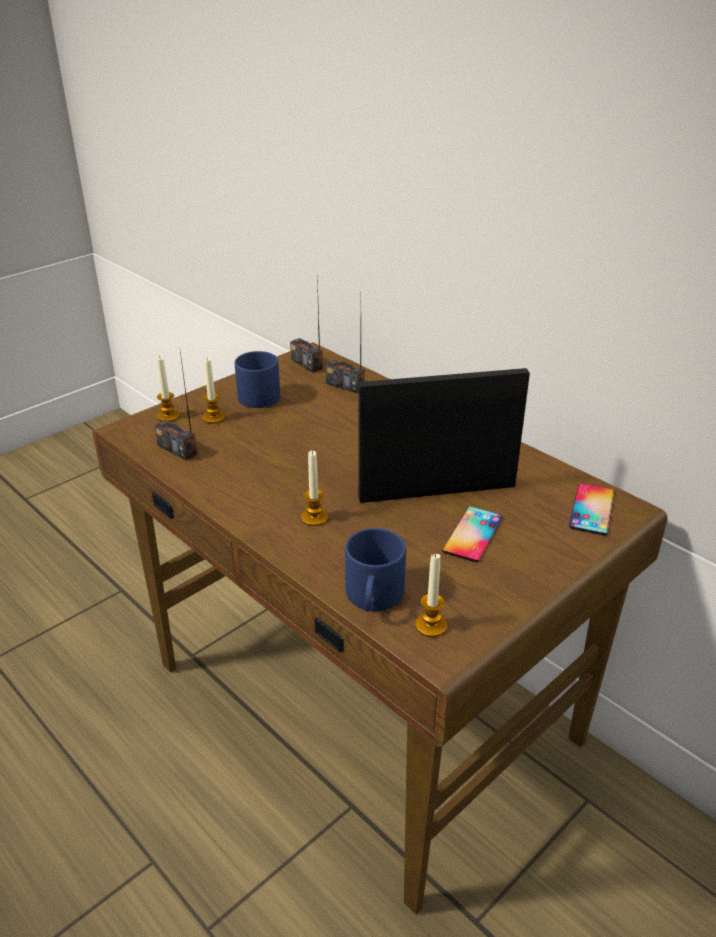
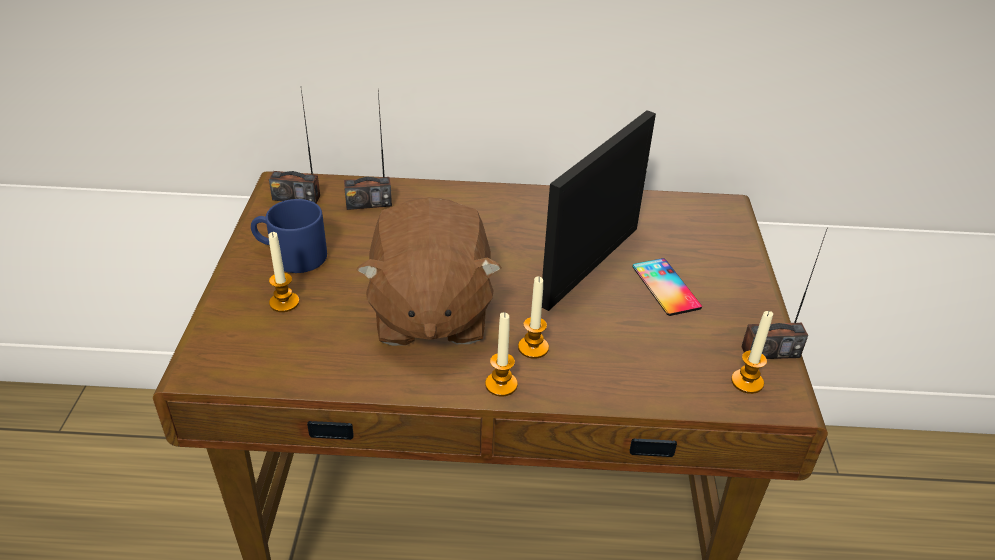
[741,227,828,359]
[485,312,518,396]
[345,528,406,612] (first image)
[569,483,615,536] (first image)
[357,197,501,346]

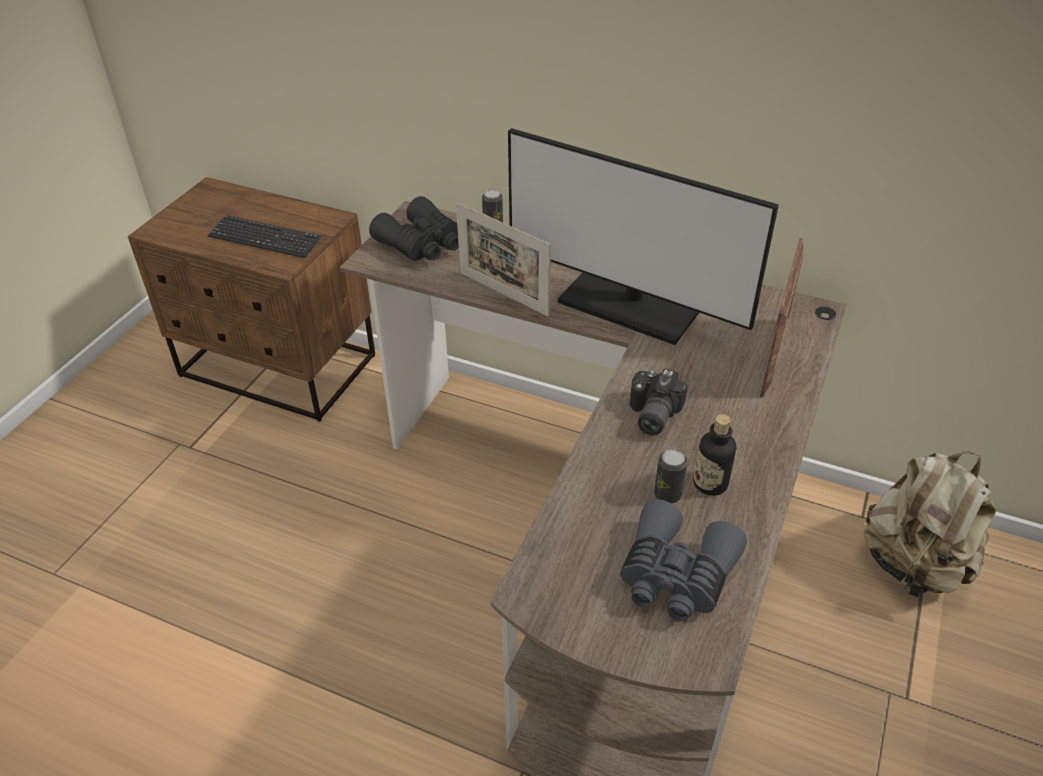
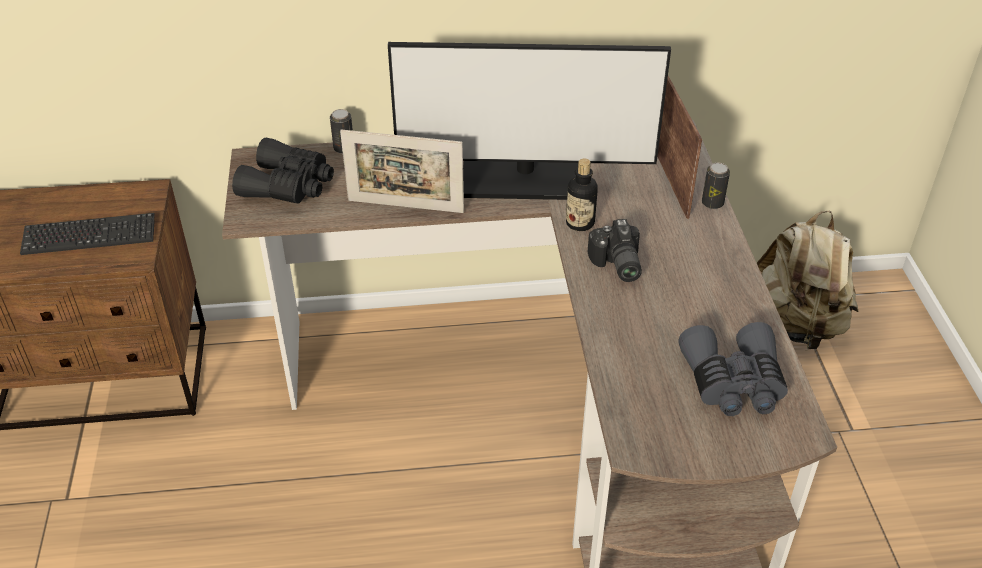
[702,163,730,209]
[566,159,598,231]

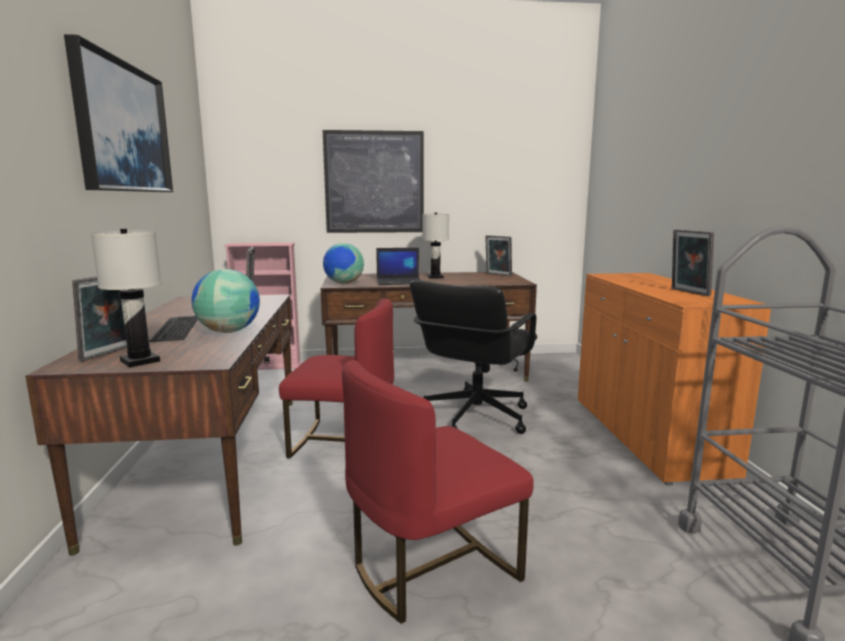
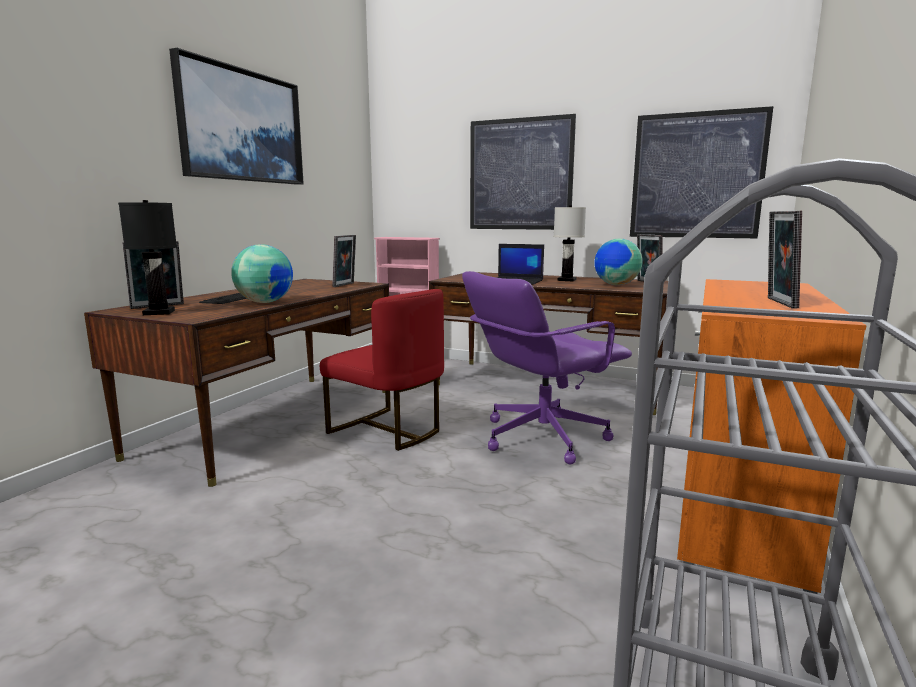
[118,200,177,315]
[594,238,643,285]
[342,360,534,624] (first image)
[462,271,632,465]
[630,106,773,238]

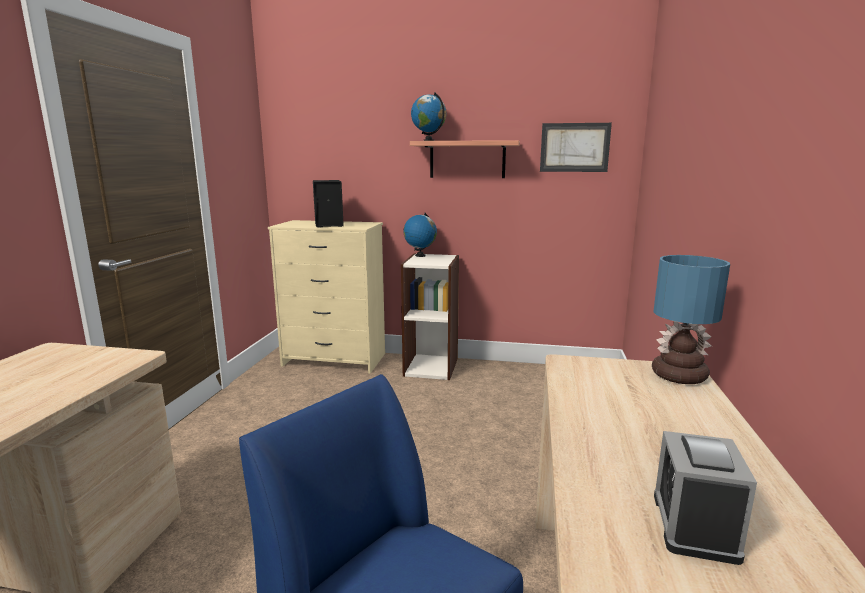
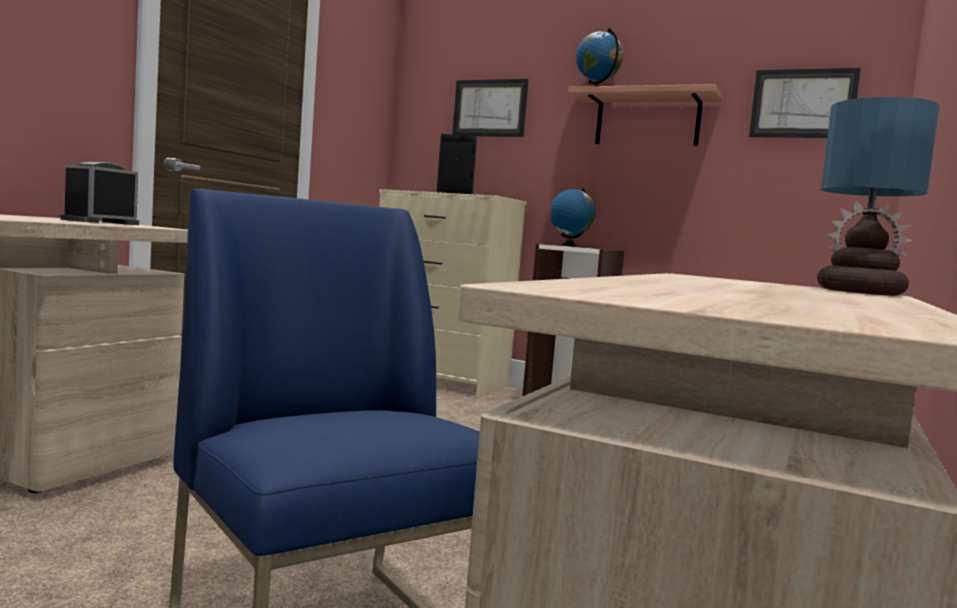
[60,162,139,225]
[452,79,529,137]

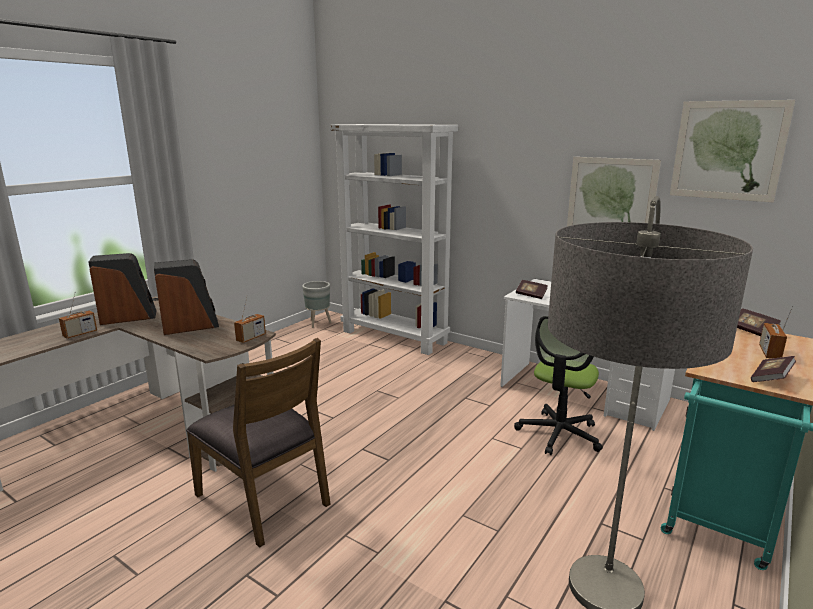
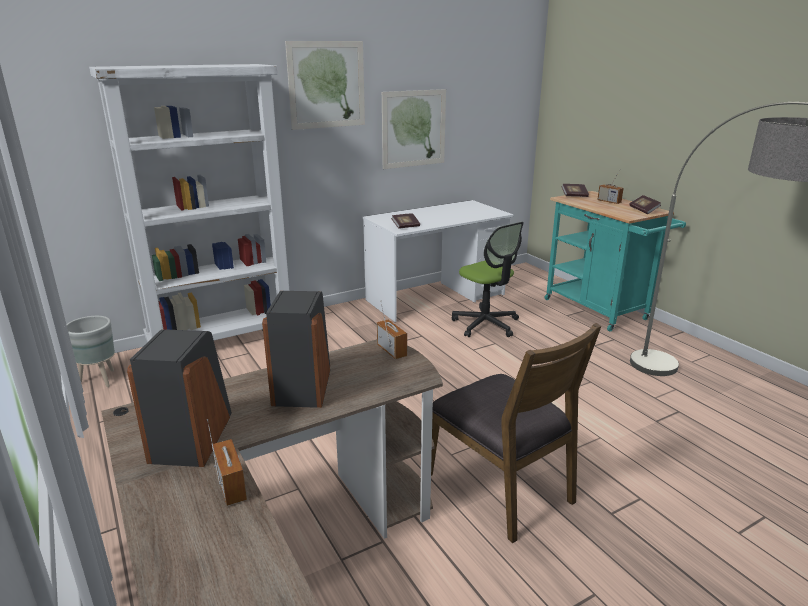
[431,323,601,543]
[285,41,365,130]

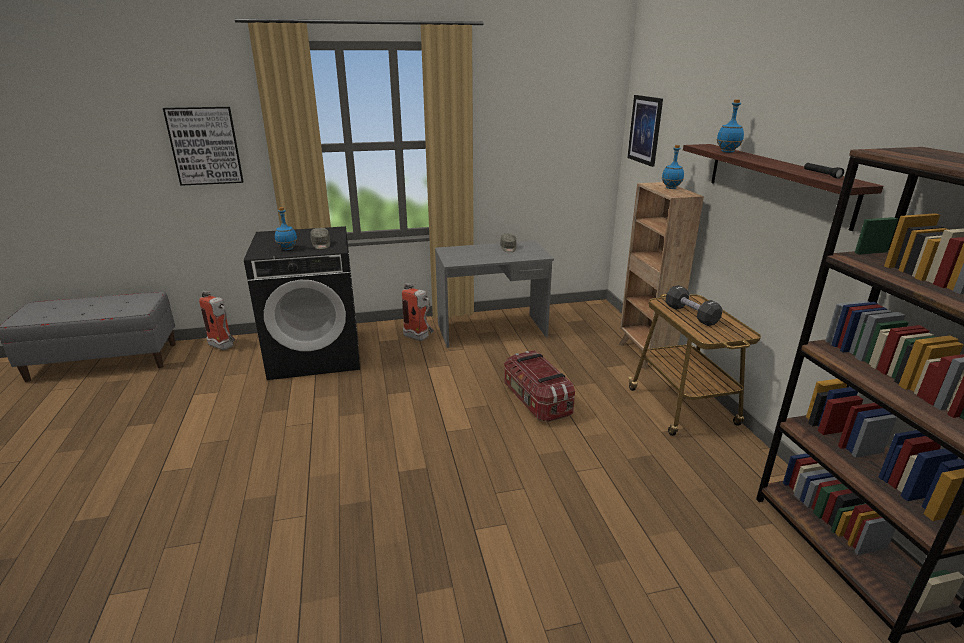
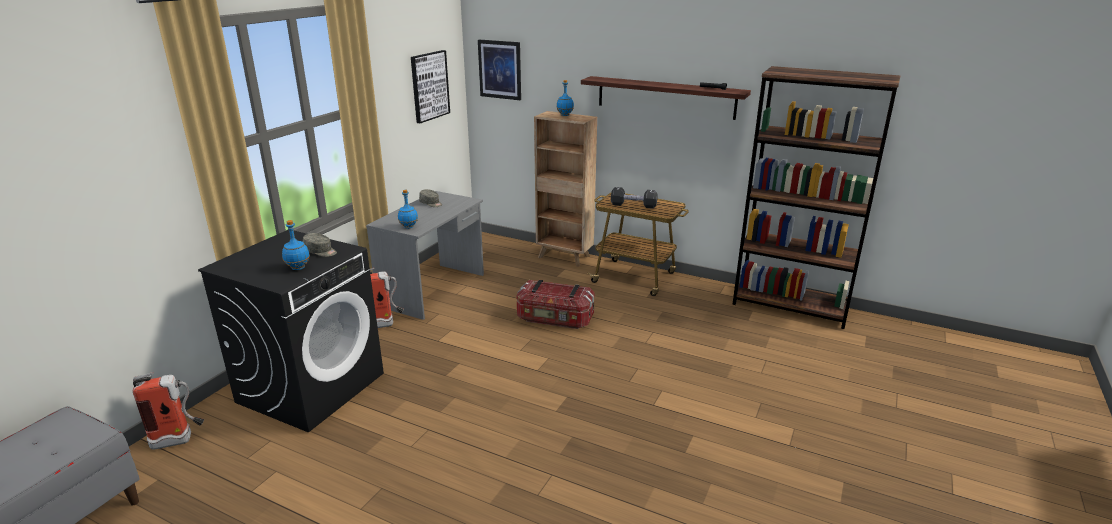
[411,50,450,123]
[398,190,418,229]

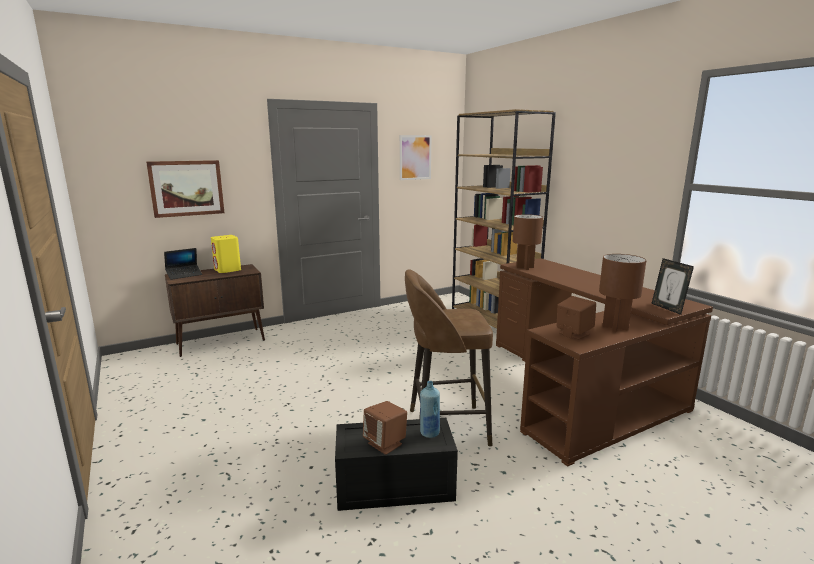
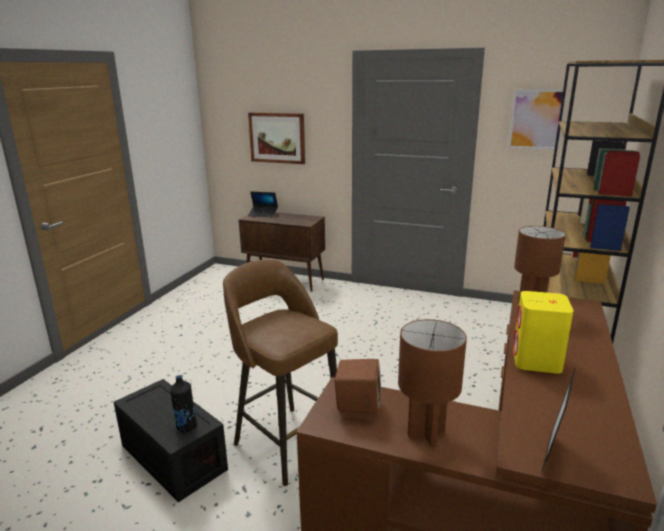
[513,291,573,374]
[363,401,407,455] (first image)
[170,375,197,432]

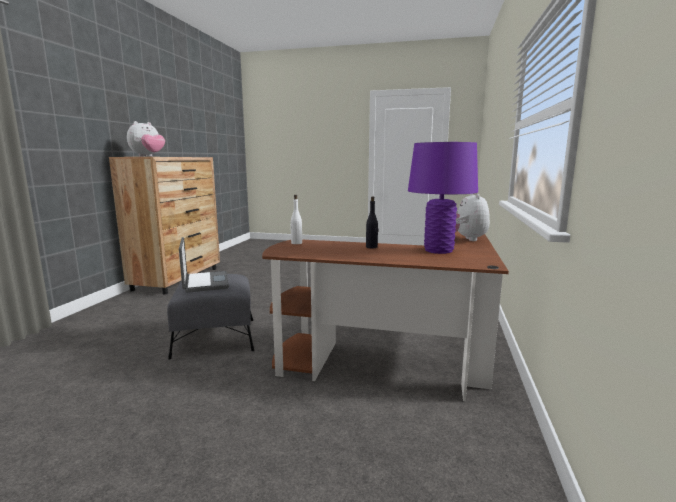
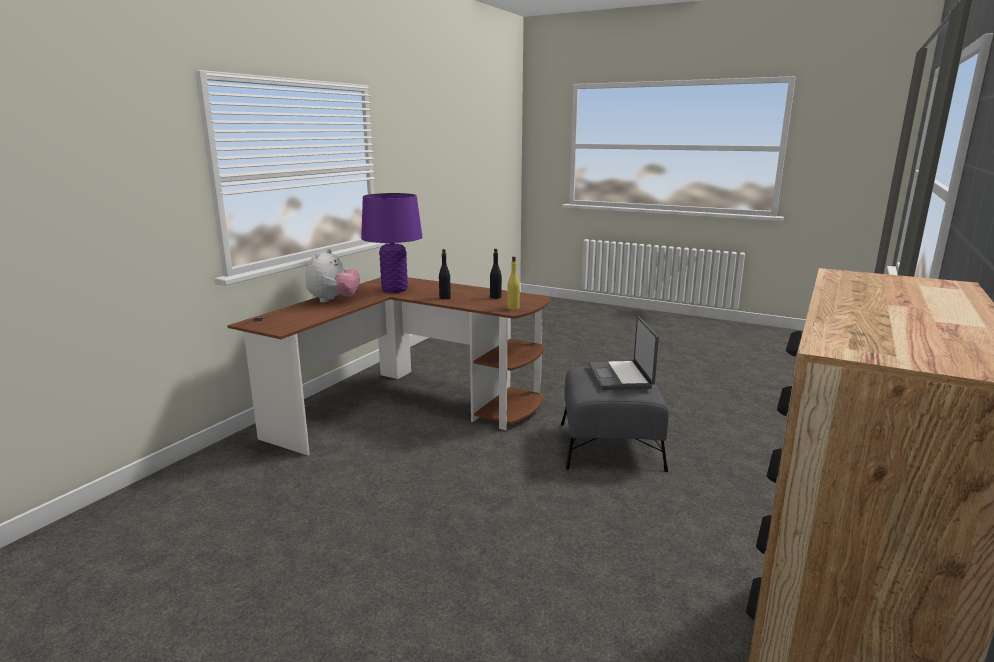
[127,121,165,157] (first image)
[507,257,520,310]
[490,249,502,299]

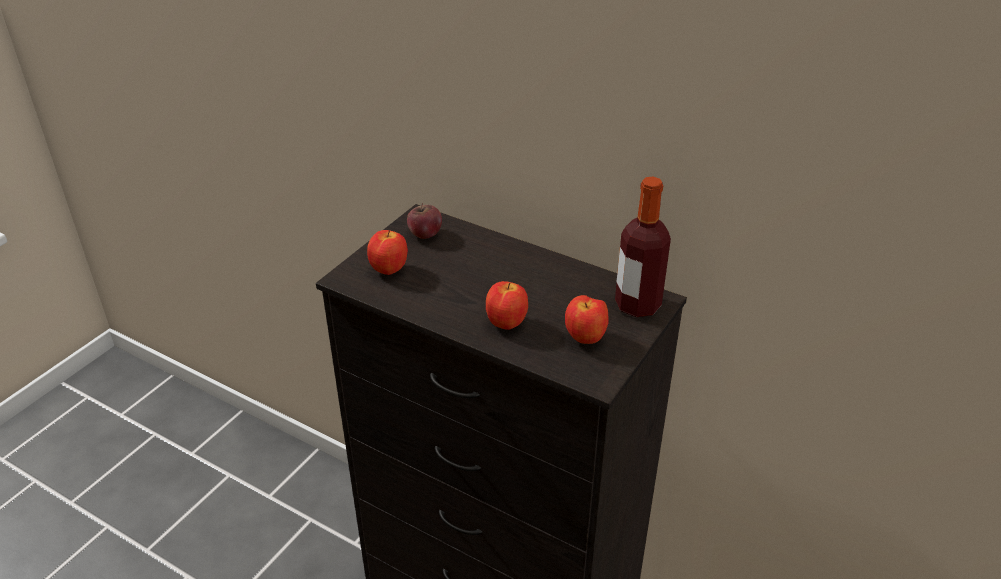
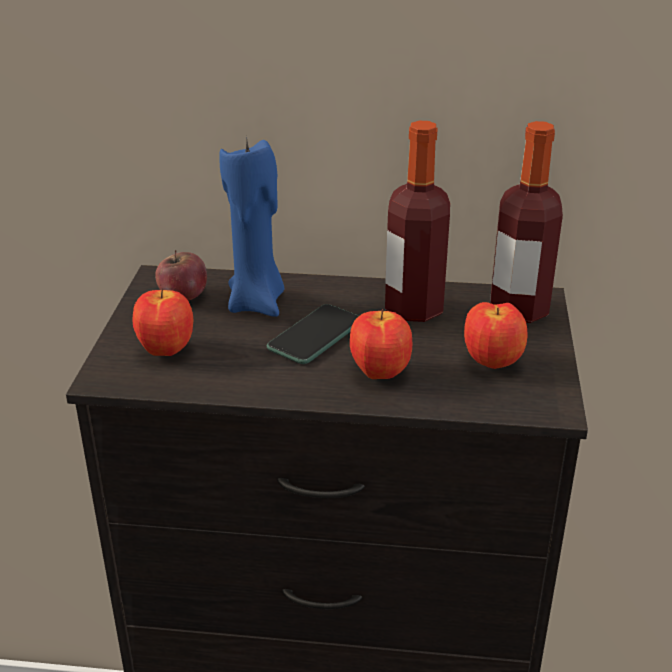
[219,136,284,317]
[267,304,359,364]
[385,121,450,322]

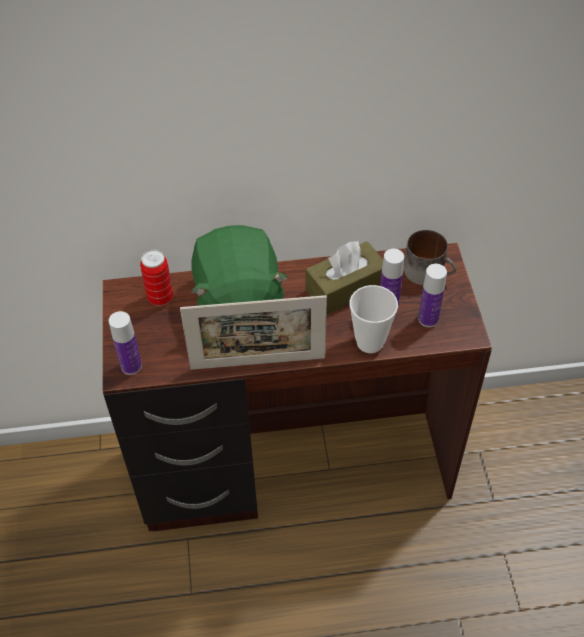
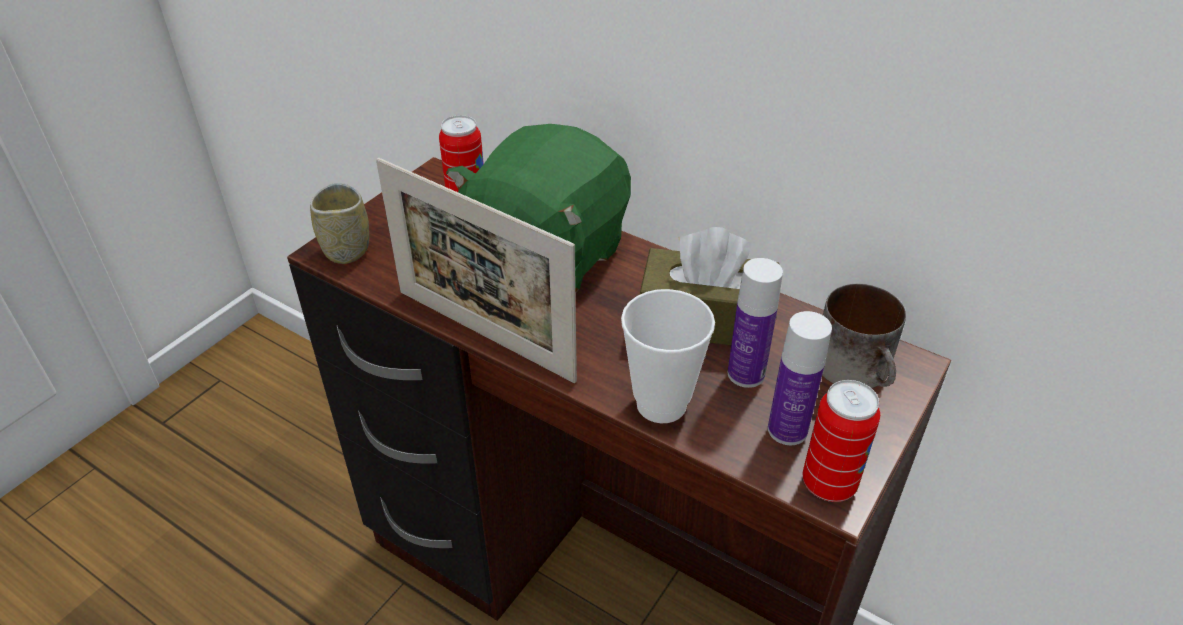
[310,183,369,264]
[803,380,880,502]

